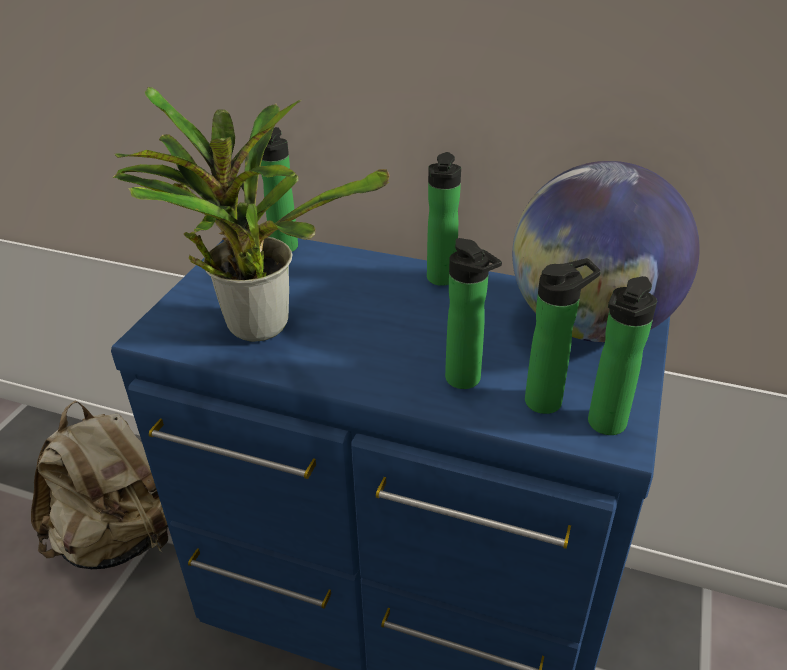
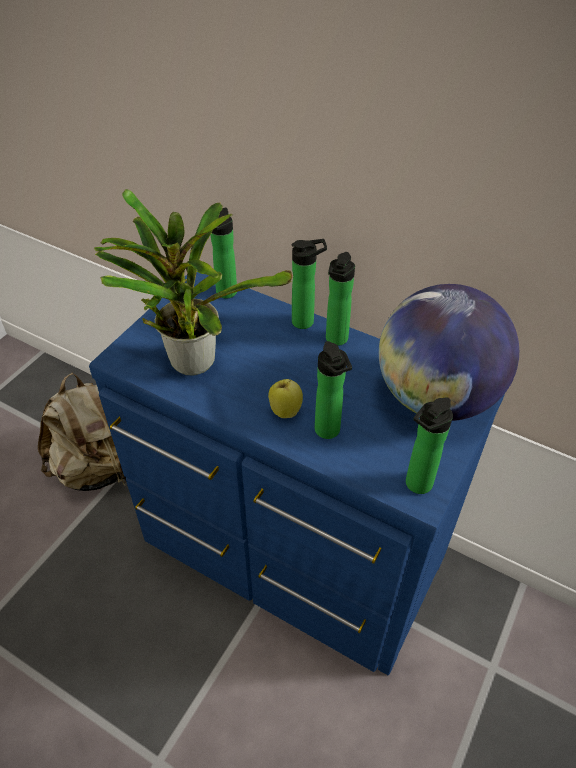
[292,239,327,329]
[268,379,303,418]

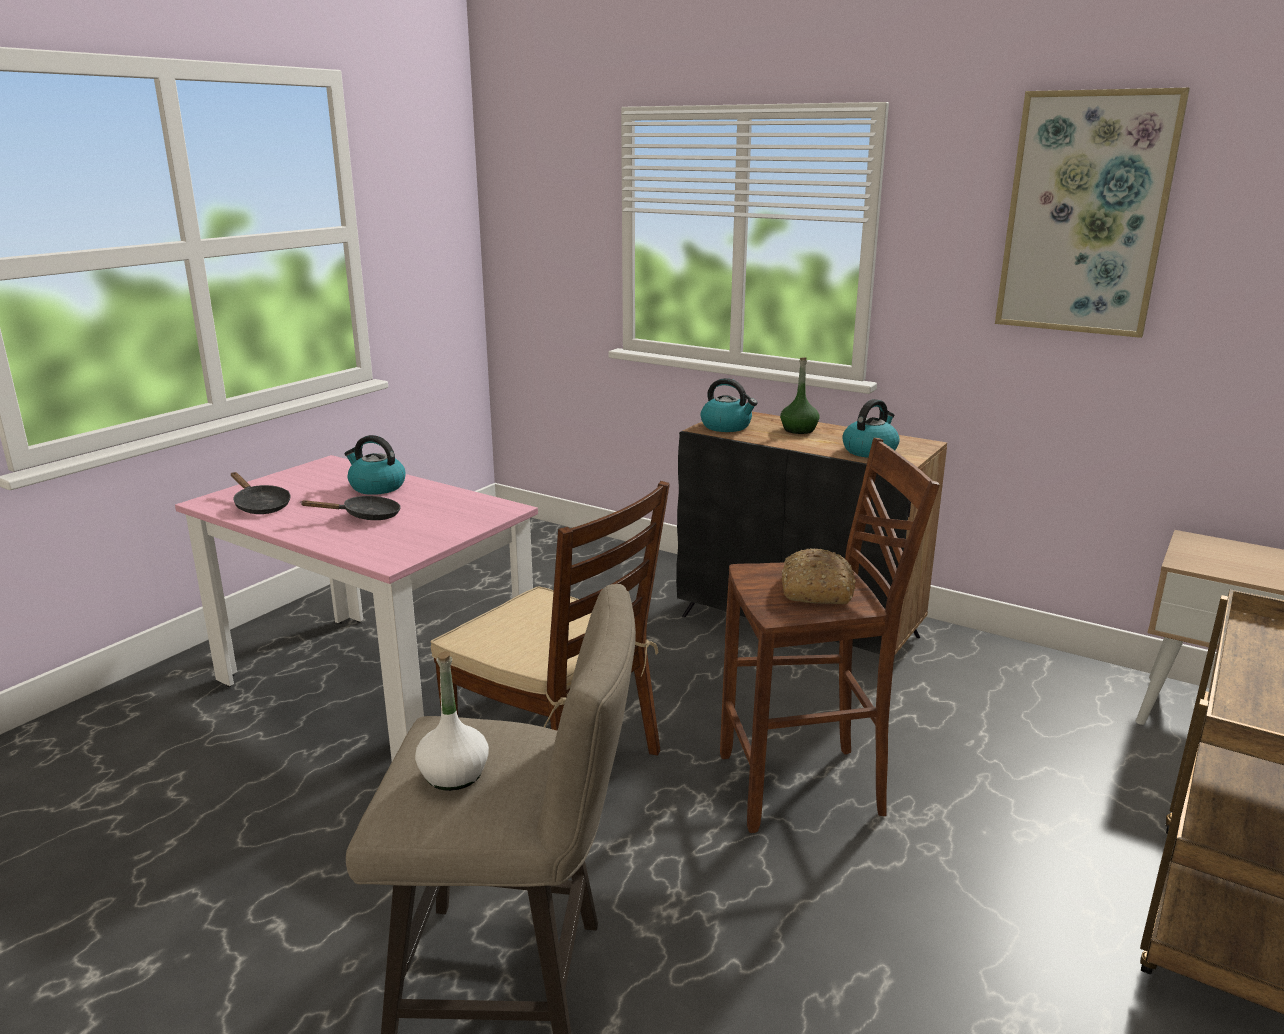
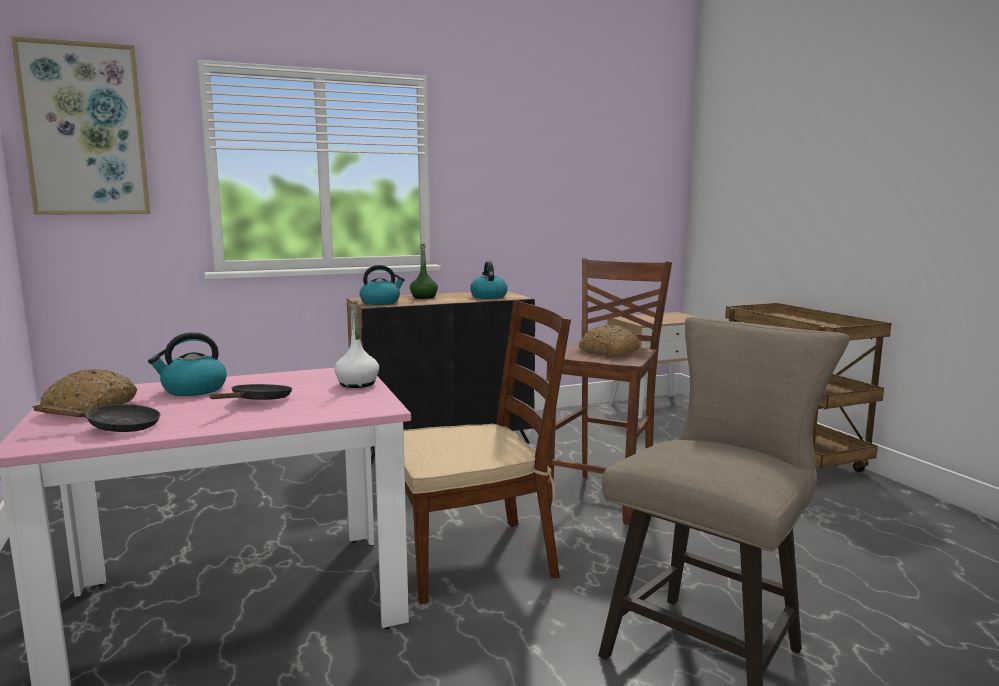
[334,300,379,388]
[11,36,151,215]
[40,369,137,415]

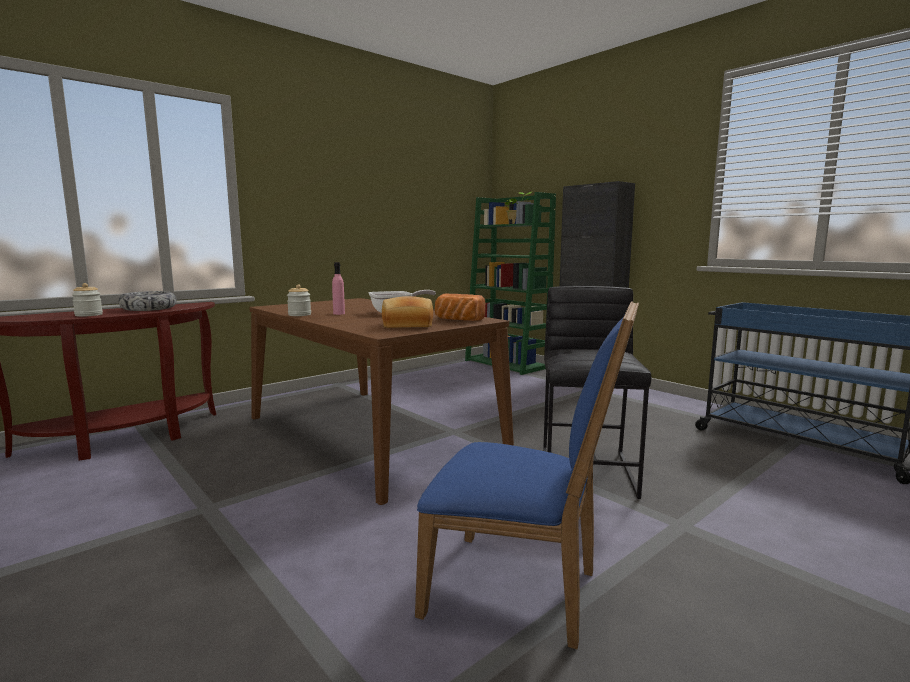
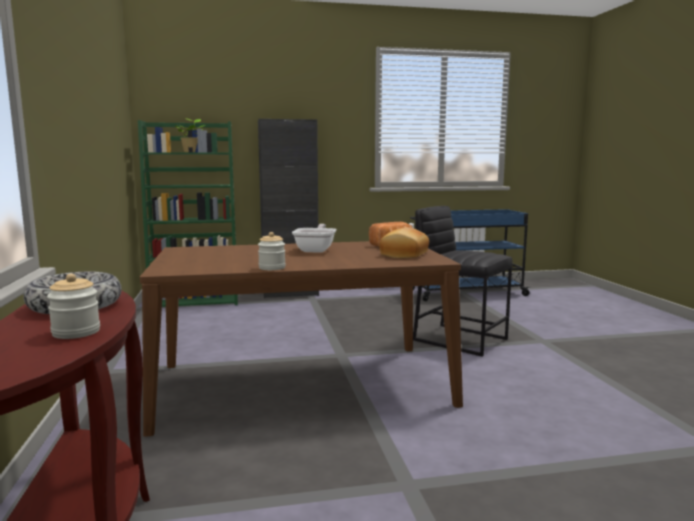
[332,262,345,315] (first image)
[415,301,639,649] (first image)

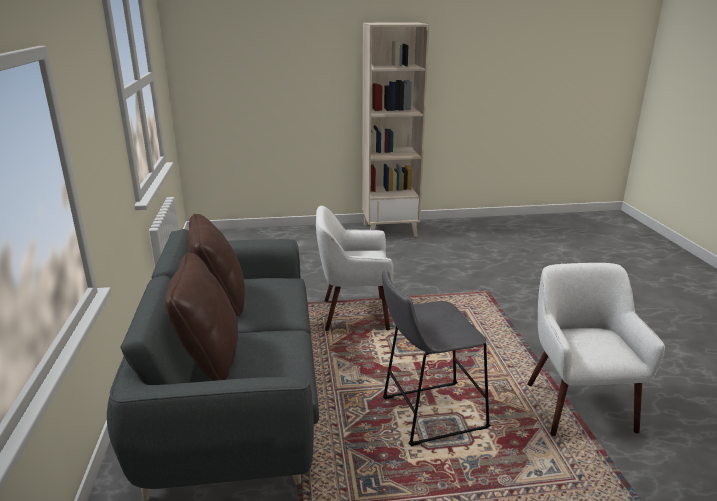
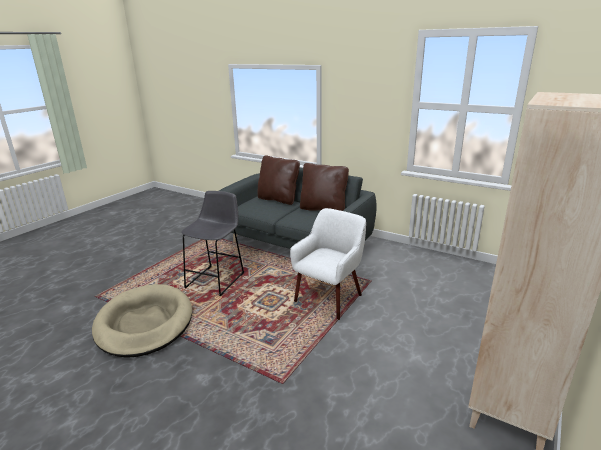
[92,284,192,358]

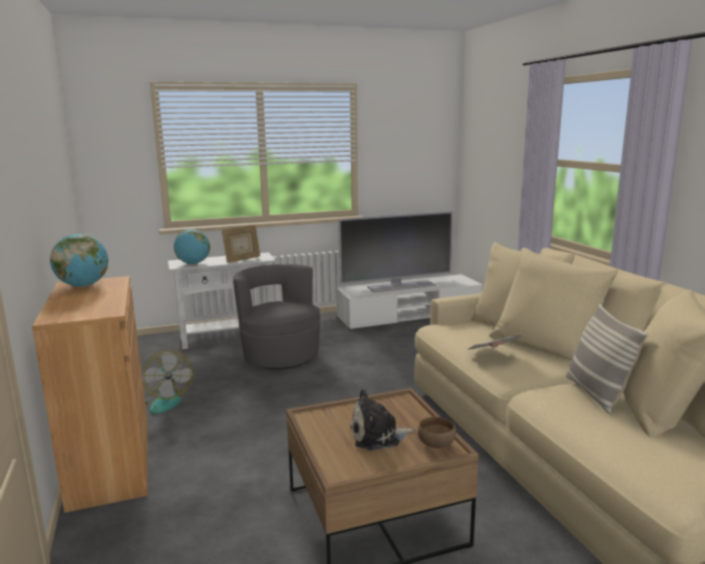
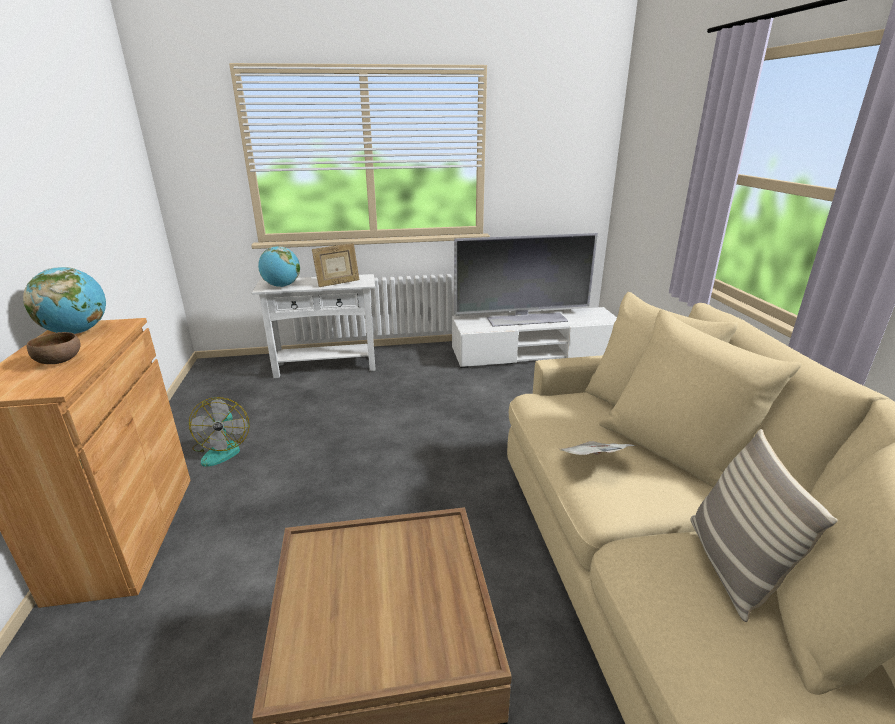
[233,264,320,369] (first image)
[350,389,415,450] (first image)
[27,332,81,364]

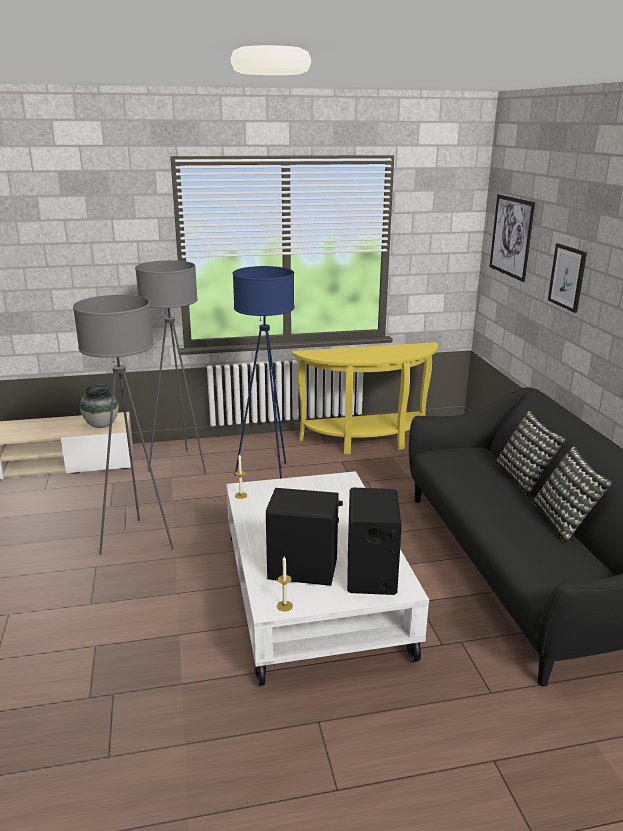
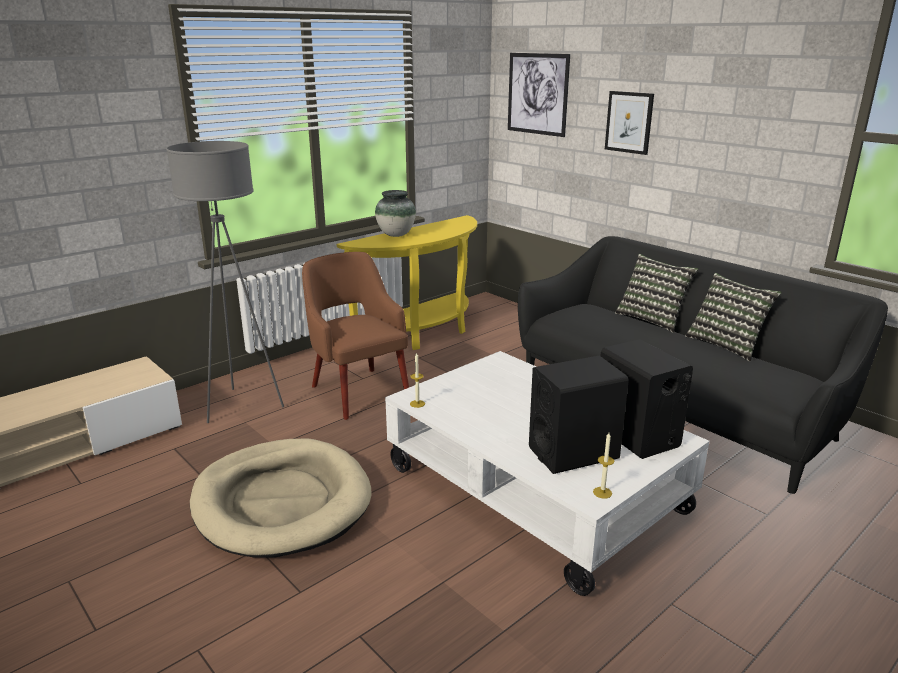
[190,438,372,557]
[375,190,416,237]
[302,252,409,420]

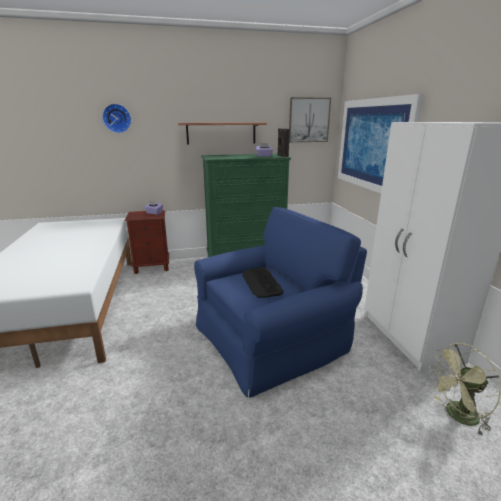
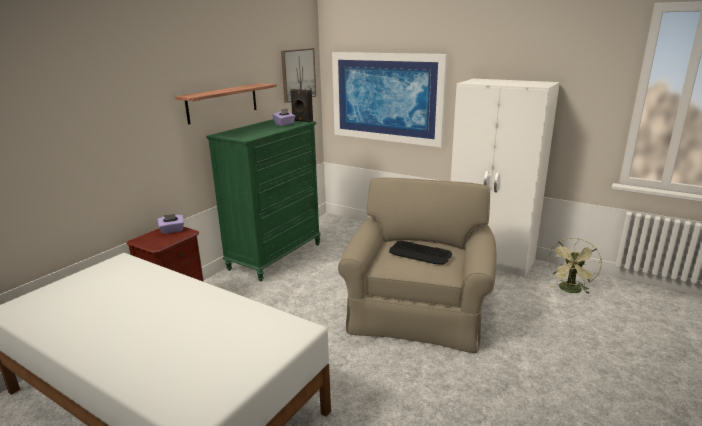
[102,104,131,133] (first image)
[338,178,496,353]

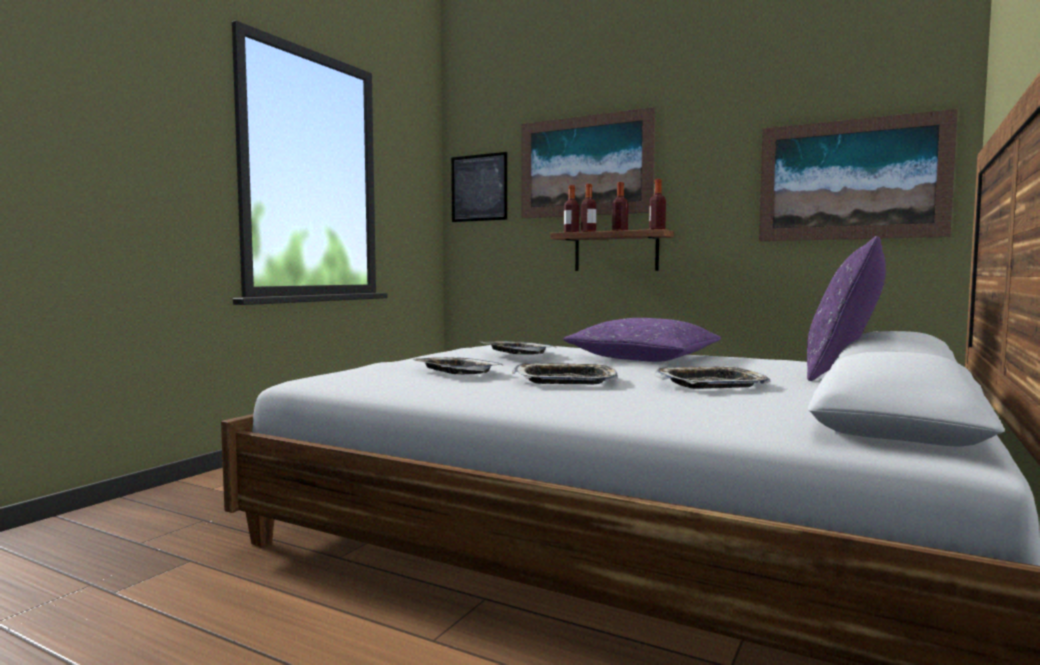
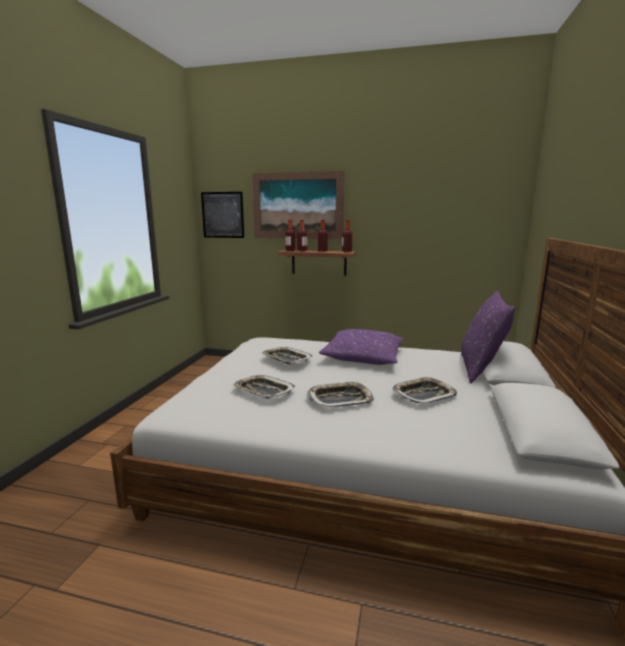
[759,109,958,241] (first image)

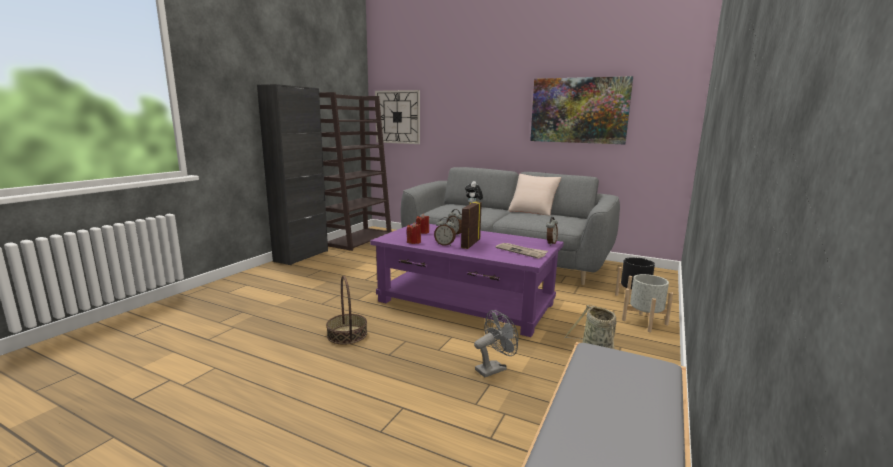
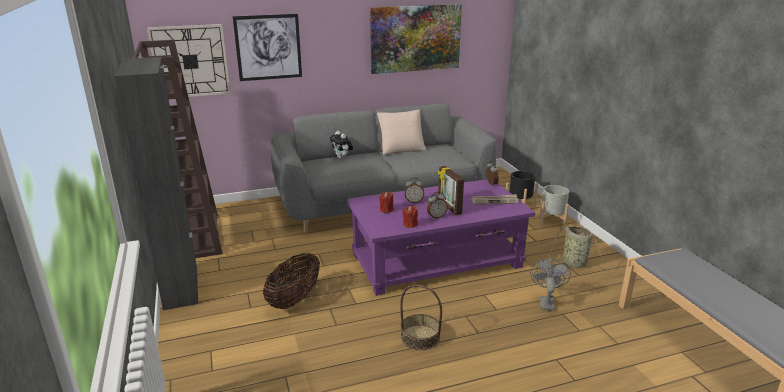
[233,14,302,81]
[263,253,320,309]

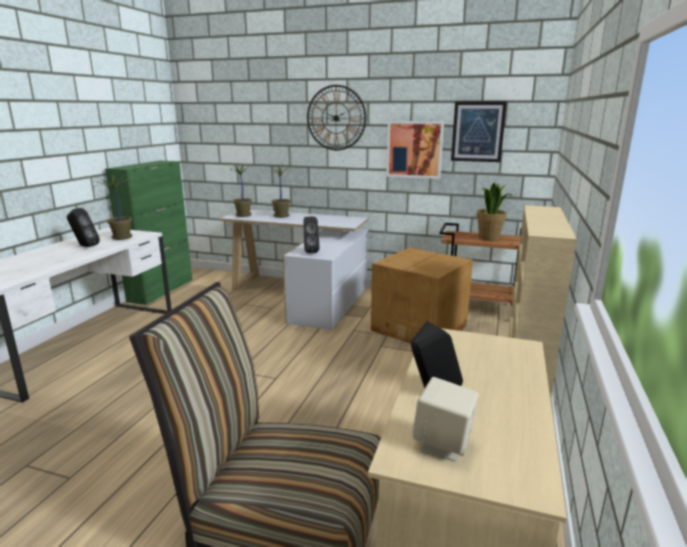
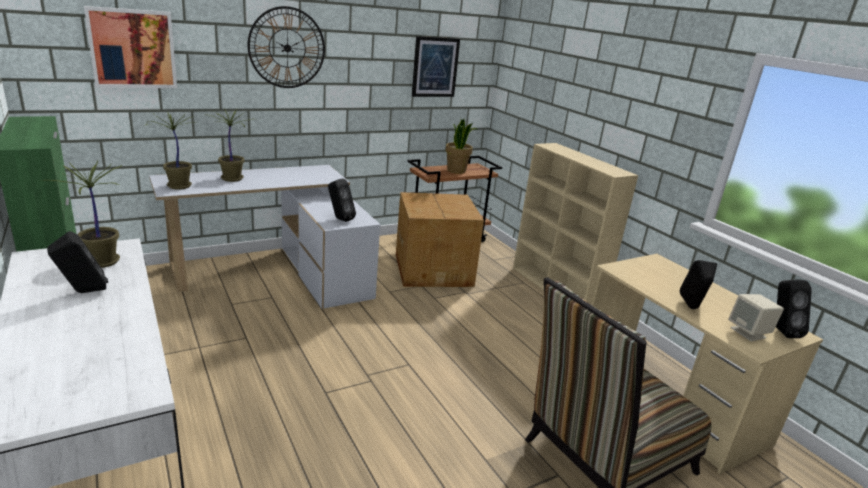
[84,6,177,88]
[776,279,812,338]

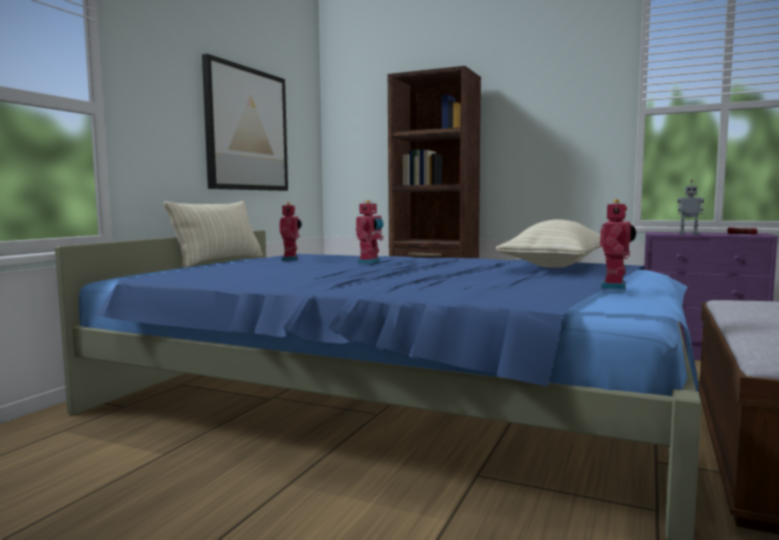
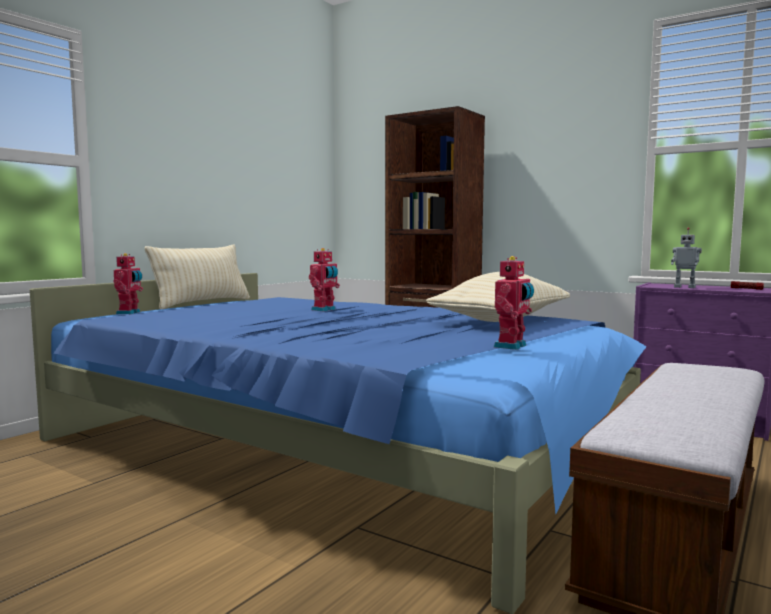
[202,54,288,191] (first image)
[114,253,143,314]

